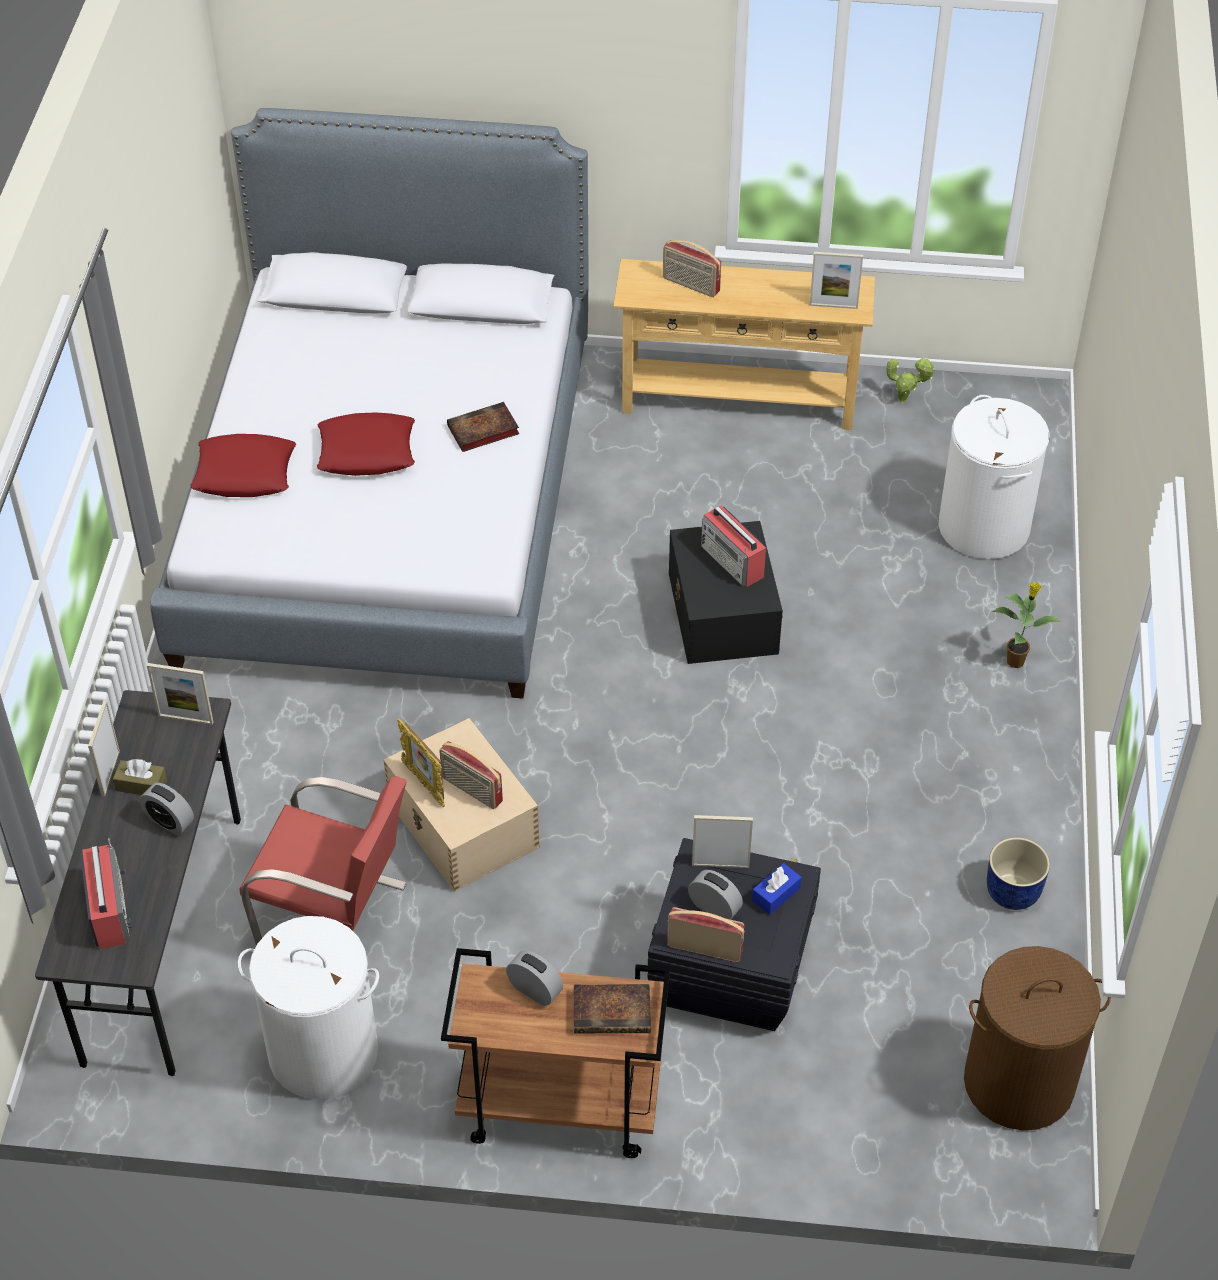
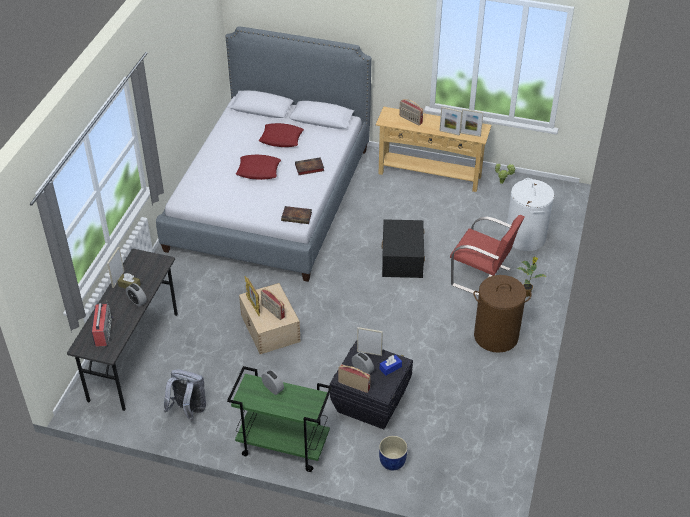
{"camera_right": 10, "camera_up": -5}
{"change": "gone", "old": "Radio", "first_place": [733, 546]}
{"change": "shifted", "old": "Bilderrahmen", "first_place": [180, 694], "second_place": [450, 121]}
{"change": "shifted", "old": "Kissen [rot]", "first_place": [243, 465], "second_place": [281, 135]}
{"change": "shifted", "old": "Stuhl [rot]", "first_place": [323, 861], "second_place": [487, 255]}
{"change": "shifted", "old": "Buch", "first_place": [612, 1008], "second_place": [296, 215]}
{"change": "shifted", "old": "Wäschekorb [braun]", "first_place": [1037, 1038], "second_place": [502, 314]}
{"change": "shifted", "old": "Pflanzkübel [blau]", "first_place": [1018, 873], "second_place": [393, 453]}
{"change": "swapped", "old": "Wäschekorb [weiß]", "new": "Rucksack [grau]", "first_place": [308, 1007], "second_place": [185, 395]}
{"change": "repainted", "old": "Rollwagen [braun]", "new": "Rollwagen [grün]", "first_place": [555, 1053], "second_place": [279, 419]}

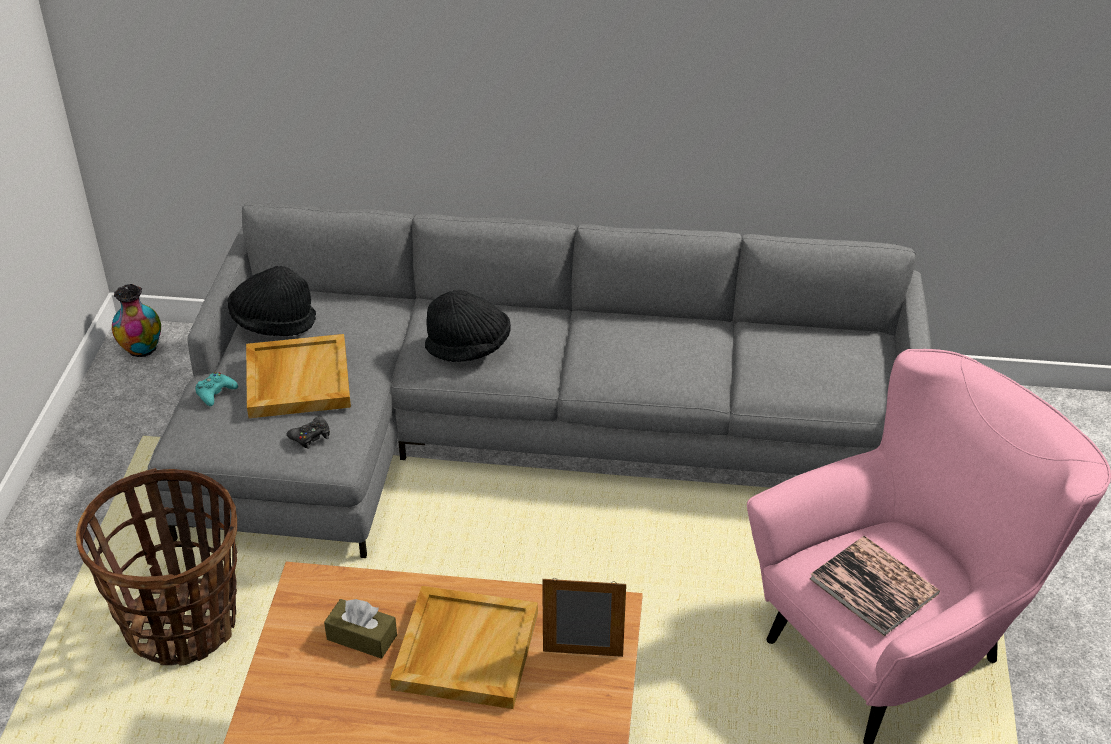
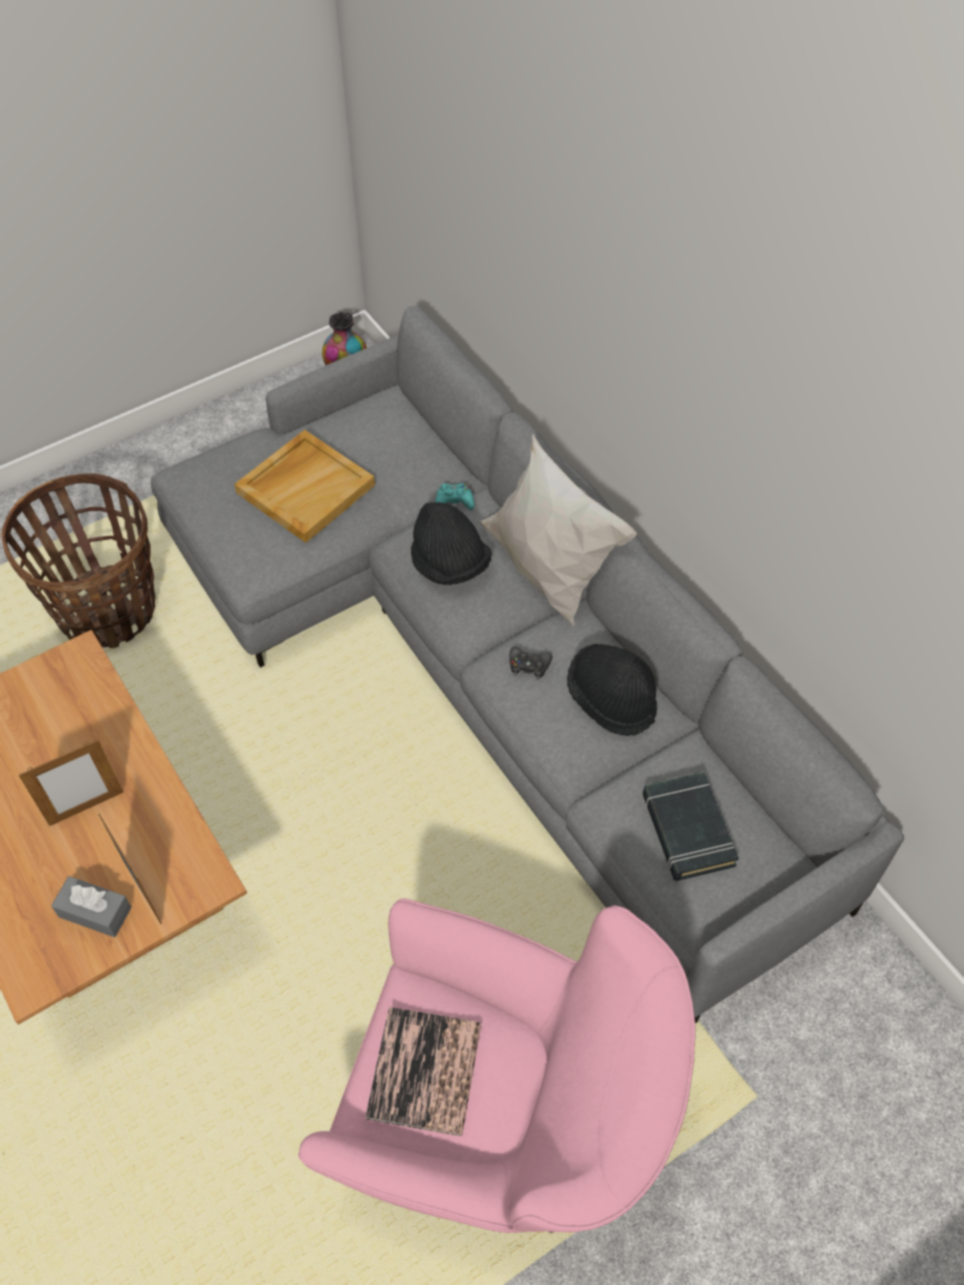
{"camera_right": 50, "camera_up": 15}
{"change": "gone", "old": "Taschentuchbox [braun]", "first_place": [360, 629]}
{"change": "new", "new": "Taschentuchbox [grau]", "second_place": [91, 906]}
{"change": "new", "new": "Kissen [weiß]", "second_place": [558, 530]}
{"change": "new", "new": "Buch [schwarz]", "second_place": [691, 826]}
{"change": "shifted", "old": "Gamepad [türkis]", "first_place": [216, 389], "second_place": [454, 496]}
{"change": "shifted", "old": "Hut [schwarz]", "first_place": [272, 301], "second_place": [612, 690]}
{"change": "shifted", "old": "Gamepad [schwarz]", "first_place": [308, 432], "second_place": [530, 663]}
{"change": "swapped", "old": "Tablett [beige]", "new": "Bilderrahmen", "first_place": [464, 647], "second_place": [71, 783]}

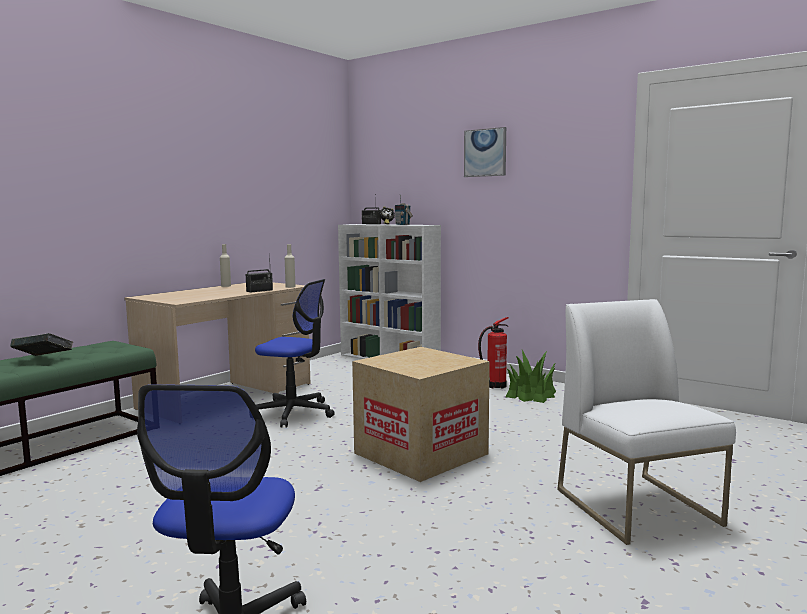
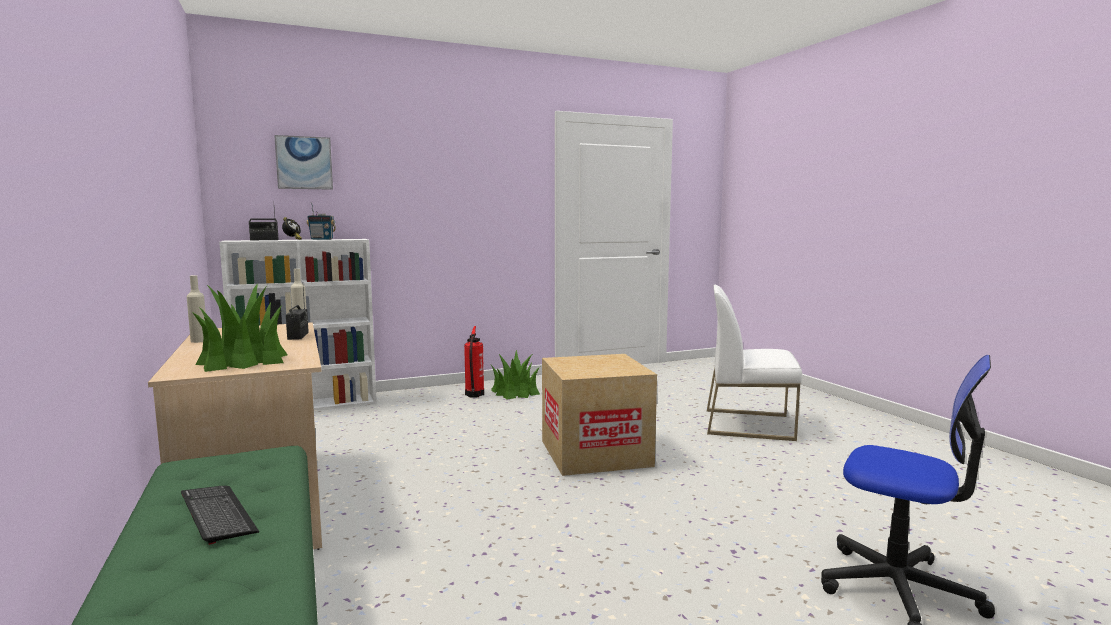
{"camera_right": -60, "camera_up": 0}
{"change": "gone", "old": "Bürostuhl", "first_place": [295, 353]}
{"change": "new", "new": "Topfpflanze", "second_place": [239, 327]}
{"change": "shifted", "old": "Bild", "first_place": [485, 152], "second_place": [303, 162]}
{"change": "swapped", "old": "Buch", "new": "Tastatur", "first_place": [41, 344], "second_place": [220, 515]}

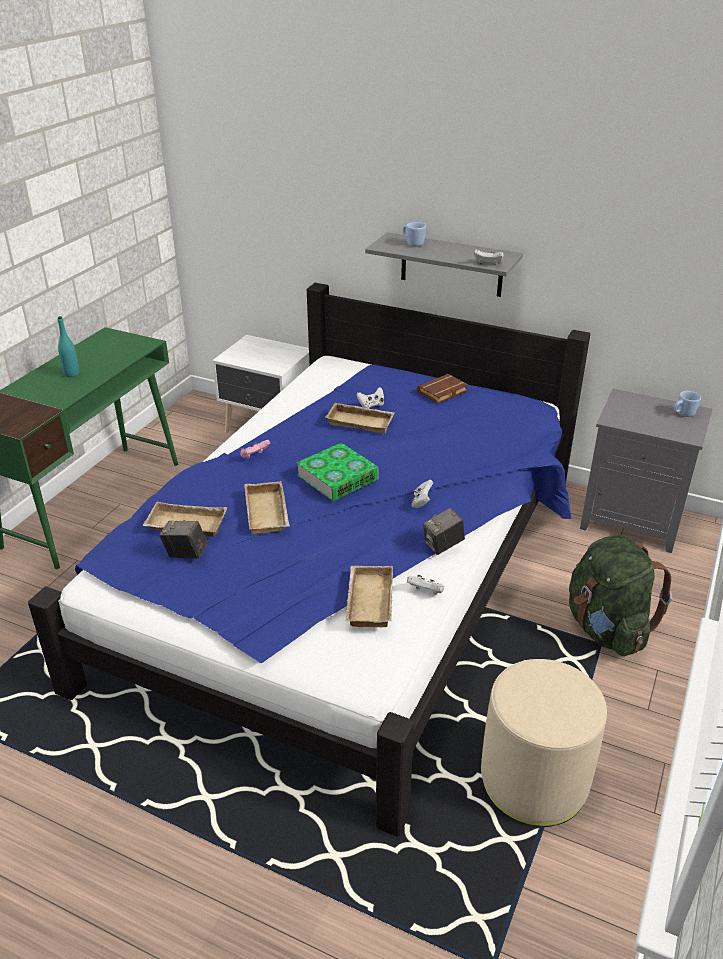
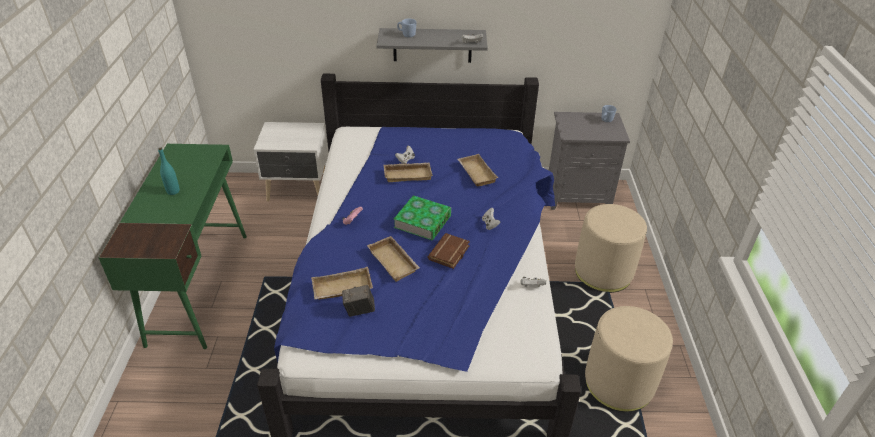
{"camera_right": -25, "camera_up": 5}
{"change": "gone", "old": "Kamera", "first_place": [444, 531]}
{"change": "shifted", "old": "Tablett [beige]", "first_place": [369, 596], "second_place": [478, 170]}
{"change": "shifted", "old": "Buch [braun]", "first_place": [442, 389], "second_place": [449, 251]}
{"change": "swapped", "old": "Rucksack [grün]", "new": "Polsterhocker [beige]", "first_place": [620, 595], "second_place": [611, 248]}

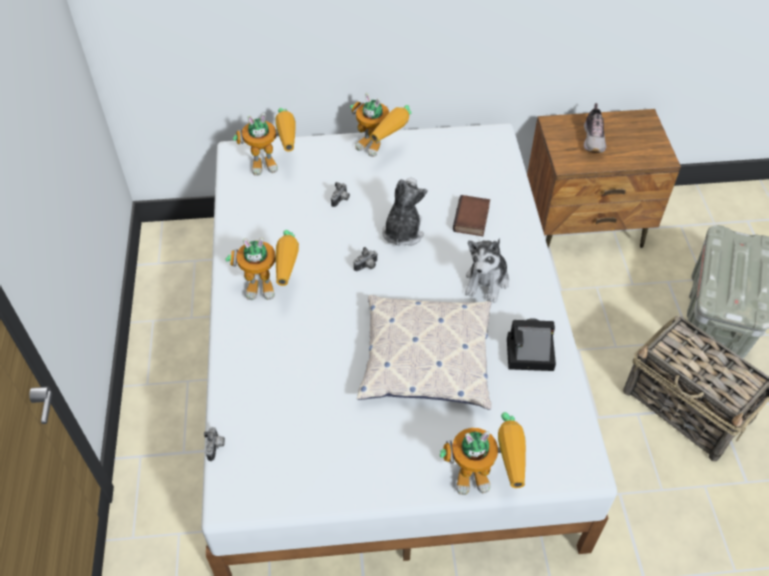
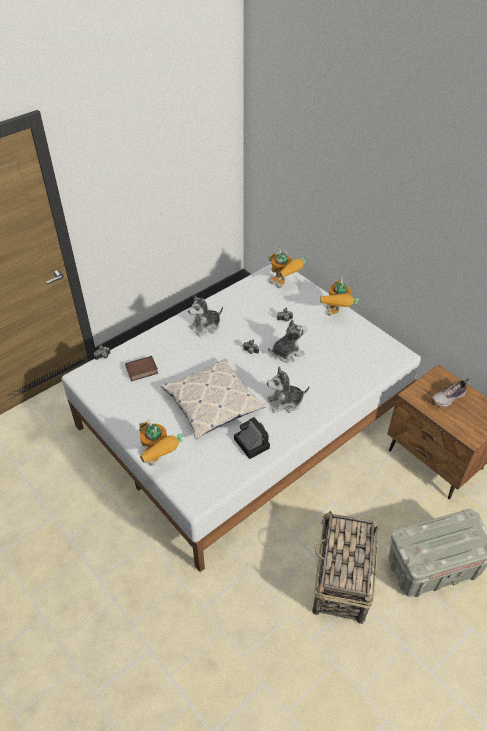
{"camera_right": 55, "camera_up": -5}
{"change": "shifted", "old": "Buch", "first_place": [471, 215], "second_place": [141, 368]}
{"change": "swapped", "old": "Spielzeugroboter", "new": "Plüschtier", "first_place": [262, 265], "second_place": [205, 316]}

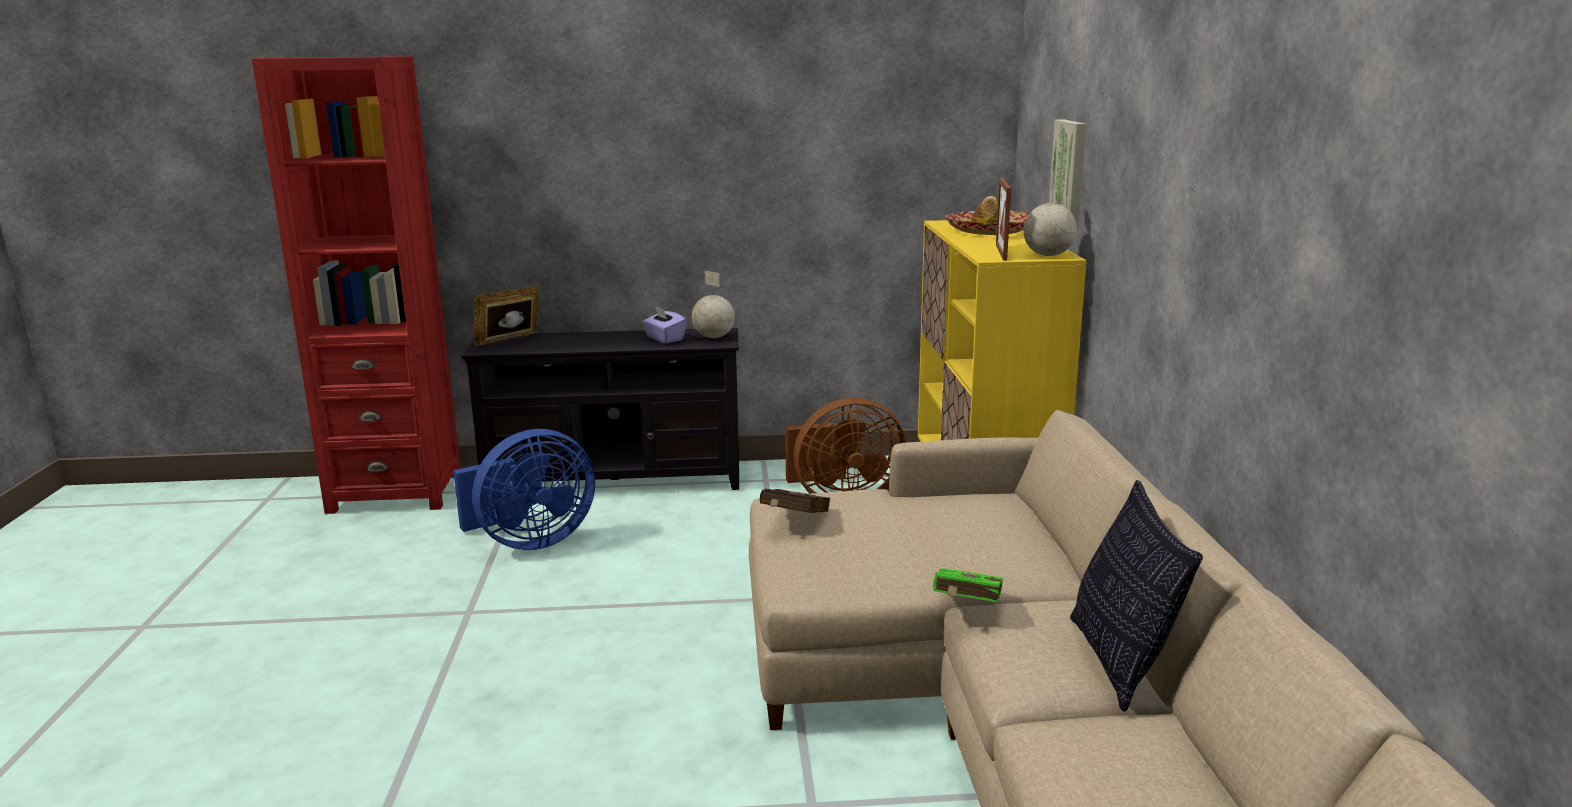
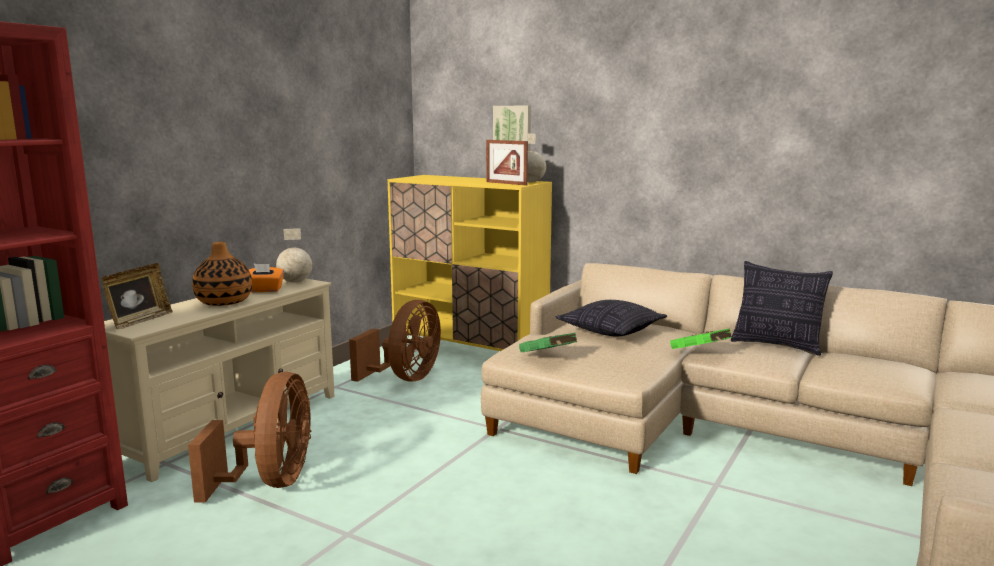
{"camera_right": -55, "camera_up": -5}
{"change": "gone", "old": "Hut", "first_place": [987, 215]}
{"change": "new", "new": "Vase", "second_place": [222, 274]}
{"change": "new", "new": "Kissen", "second_place": [611, 318]}
{"change": "repainted", "old": "Ventilator [blau]", "new": "Ventilator [braun]", "first_place": [524, 489], "second_place": [250, 437]}
{"change": "repainted", "old": "Fernsehschrank [schwarz]", "new": "Fernsehschrank [beige]", "first_place": [600, 409], "second_place": [219, 380]}
{"change": "repainted", "old": "Taschentuchbox [lila]", "new": "Taschentuchbox [orange]", "first_place": [664, 325], "second_place": [266, 278]}
{"change": "repainted", "old": "Buch [rot]", "new": "Buch [grün]", "first_place": [795, 501], "second_place": [548, 342]}
{"change": "rotated", "old": "Bilderrahmen", "first_place": [505, 315], "second_place": [137, 296], "degrees": -150}

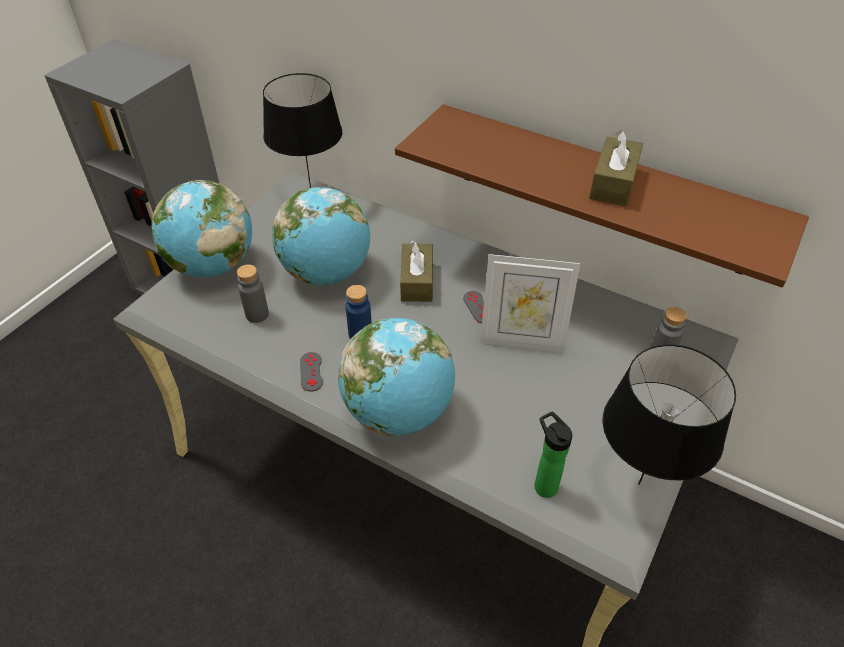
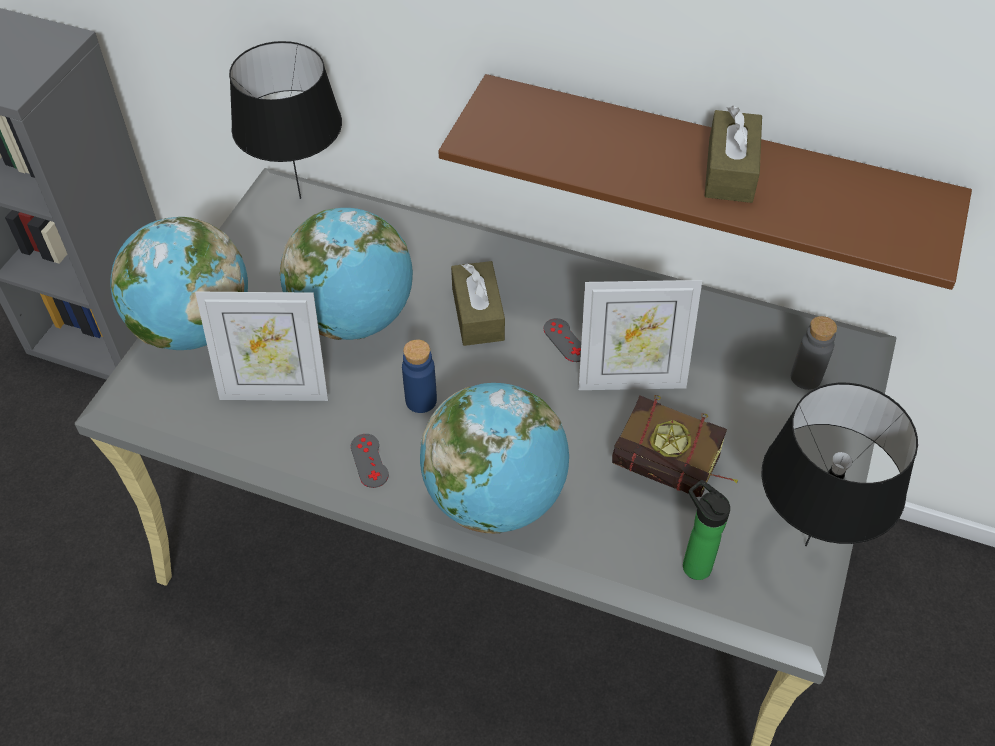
{"camera_right": -10, "camera_up": 5}
{"change": "new", "new": "Buch", "second_place": [675, 446]}
{"change": "swapped", "old": "Flasche [grau]", "new": "Bilderrahmen", "first_place": [253, 293], "second_place": [261, 346]}

